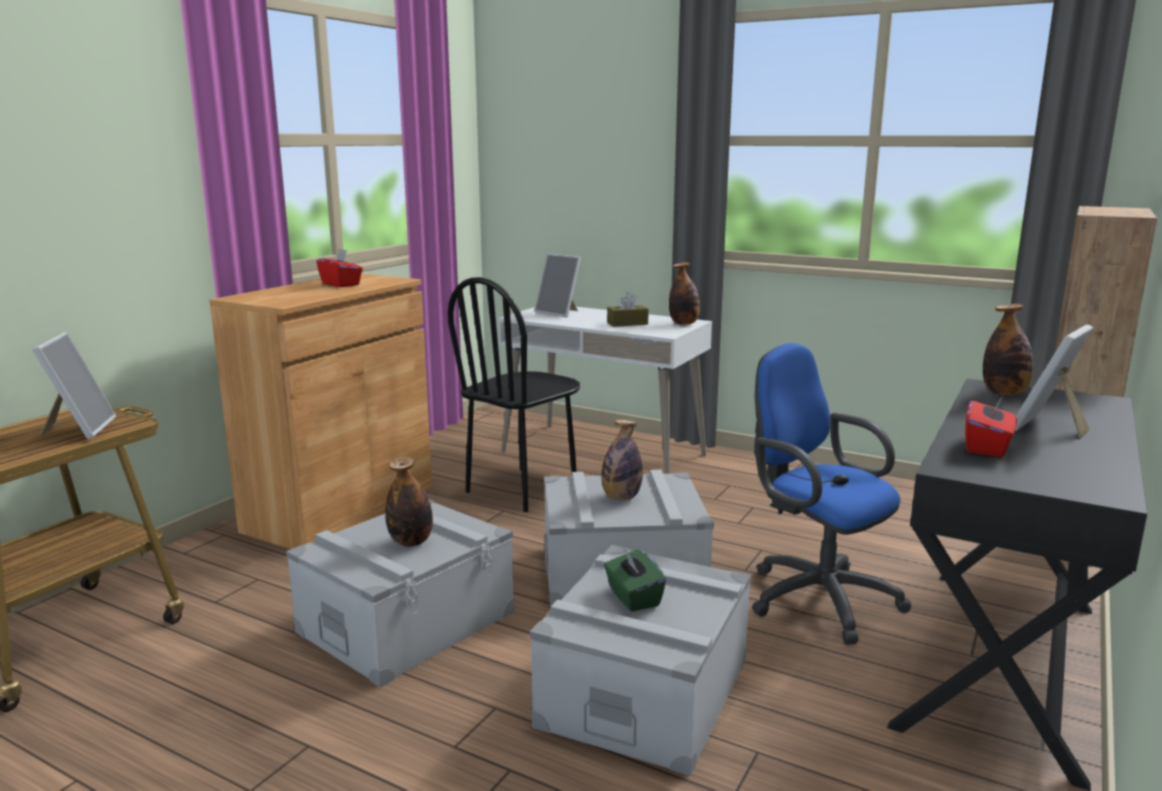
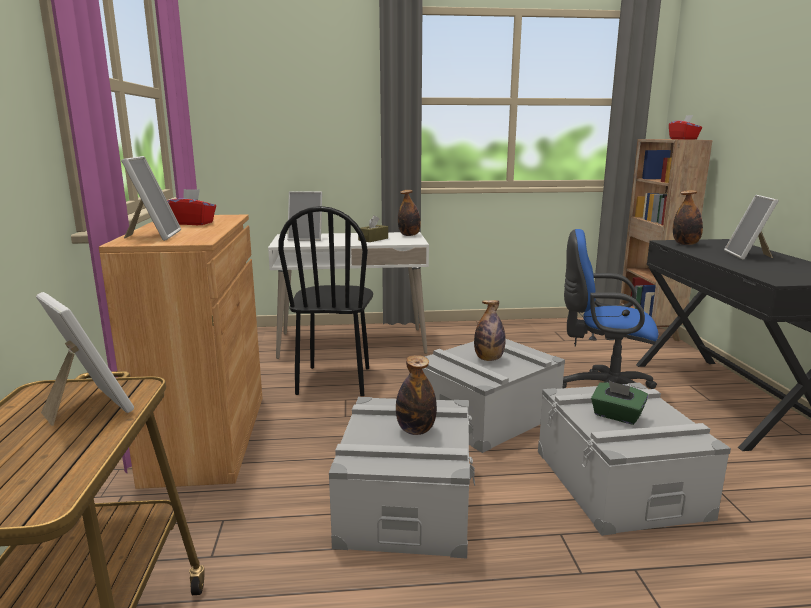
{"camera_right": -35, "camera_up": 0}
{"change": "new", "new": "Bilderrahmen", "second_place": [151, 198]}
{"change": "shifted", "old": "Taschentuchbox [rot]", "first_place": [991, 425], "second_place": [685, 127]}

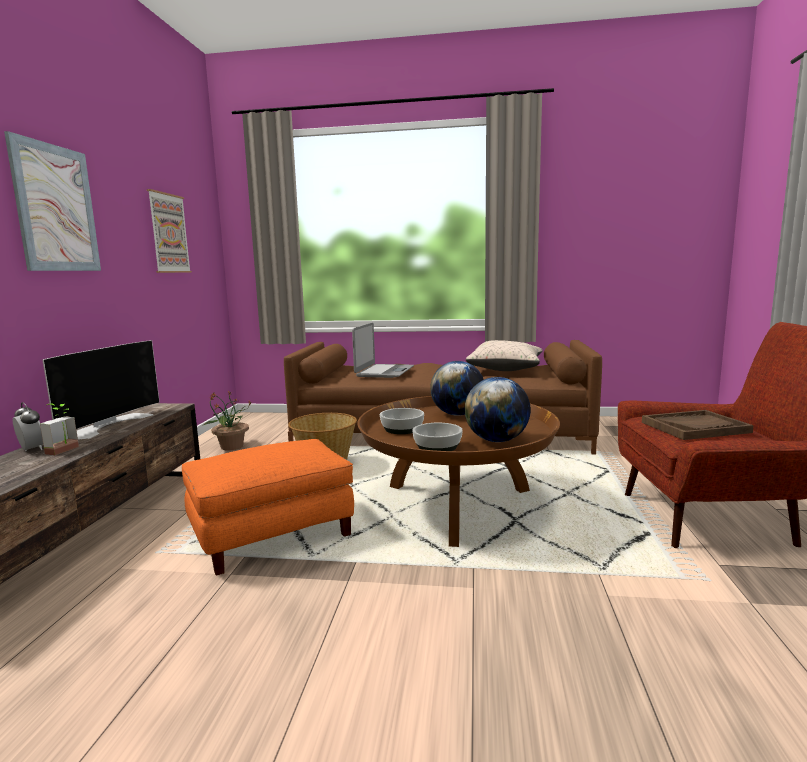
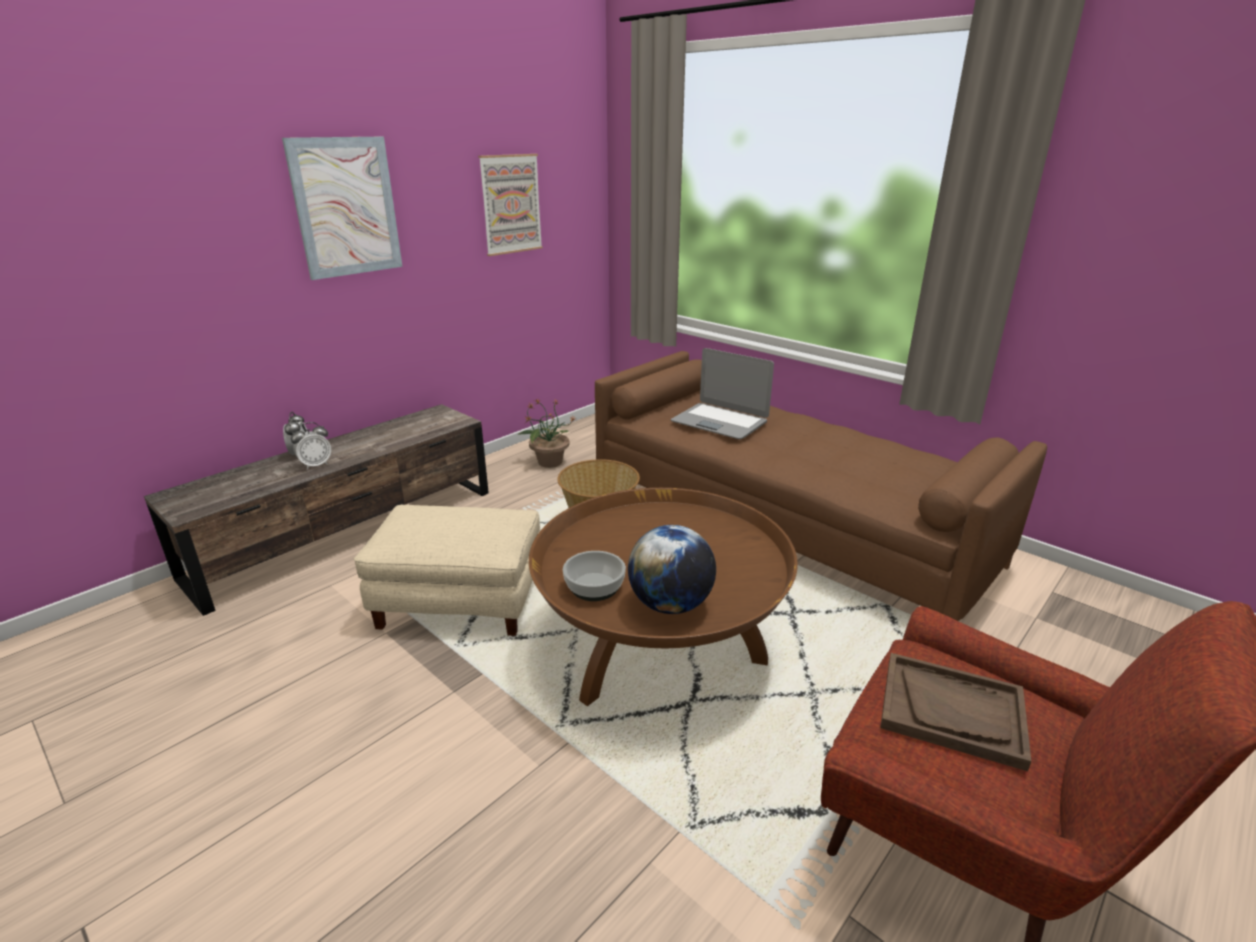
{"camera_right": 35, "camera_up": 15}
{"change": "gone", "old": "Fernseher", "first_place": [101, 389]}
{"change": "gone", "old": "Schüssel", "first_place": [402, 421]}
{"change": "gone", "old": "Globus", "first_place": [457, 388]}
{"change": "gone", "old": "Kissen [beige]", "first_place": [504, 355]}
{"change": "swapped", "old": "Topfpflanze", "new": "Wecker", "first_place": [59, 429], "second_place": [311, 446]}
{"change": "repainted", "old": "Polsterhocker [orange]", "new": "Polsterhocker [beige]", "first_place": [268, 507], "second_place": [447, 570]}
{"change": "rotated", "old": "Laptop", "first_place": [383, 350], "second_place": [722, 393], "degrees": 75}

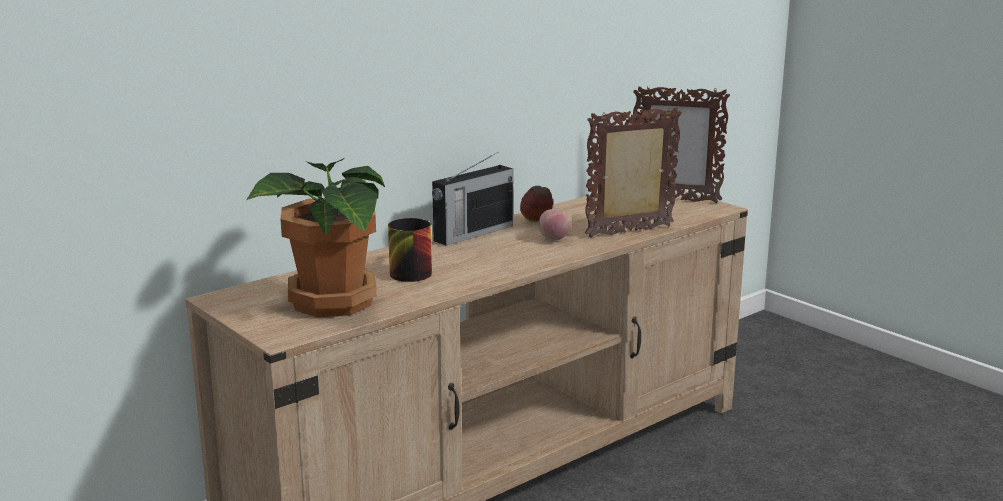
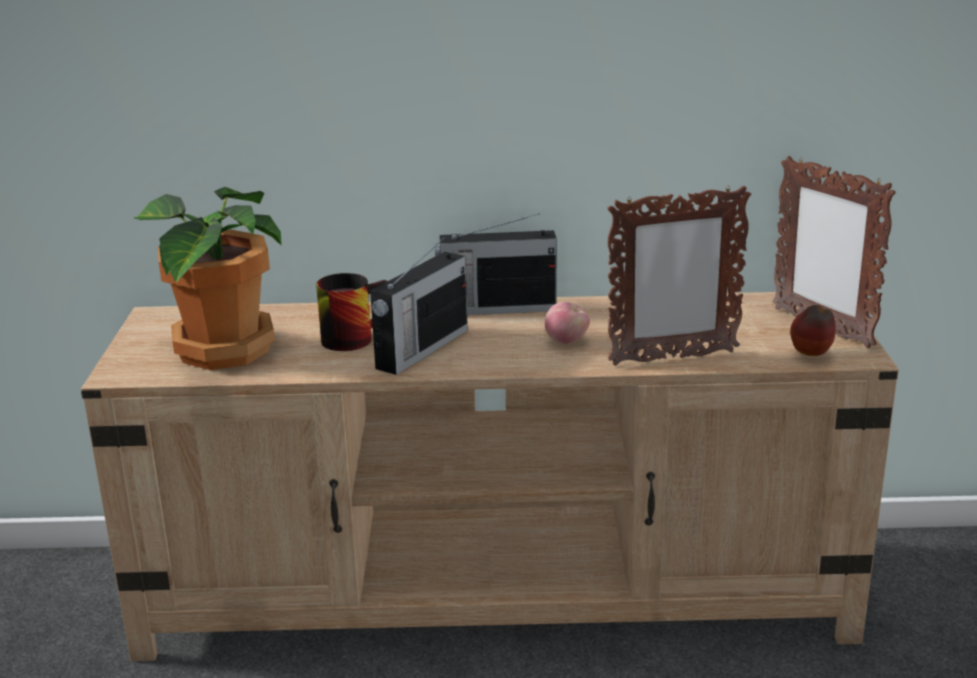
{"camera_right": 40, "camera_up": 5}
{"change": "new", "new": "Radio", "second_place": [419, 305]}
{"change": "shifted", "old": "Apfel", "first_place": [536, 204], "second_place": [813, 330]}
{"change": "rotated", "old": "Bilderrahmen", "first_place": [633, 172], "second_place": [679, 276], "degrees": 150}

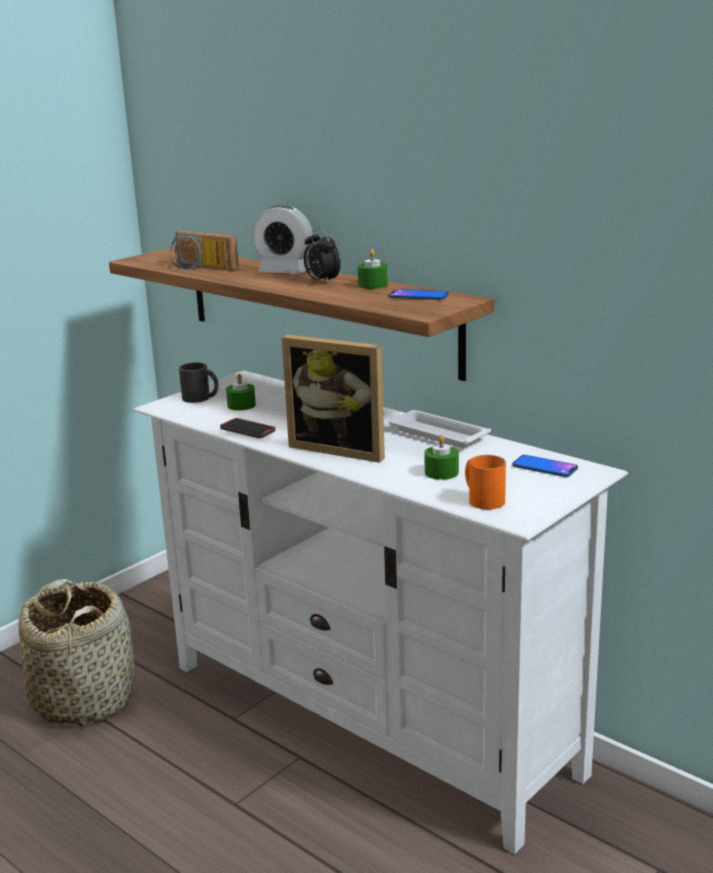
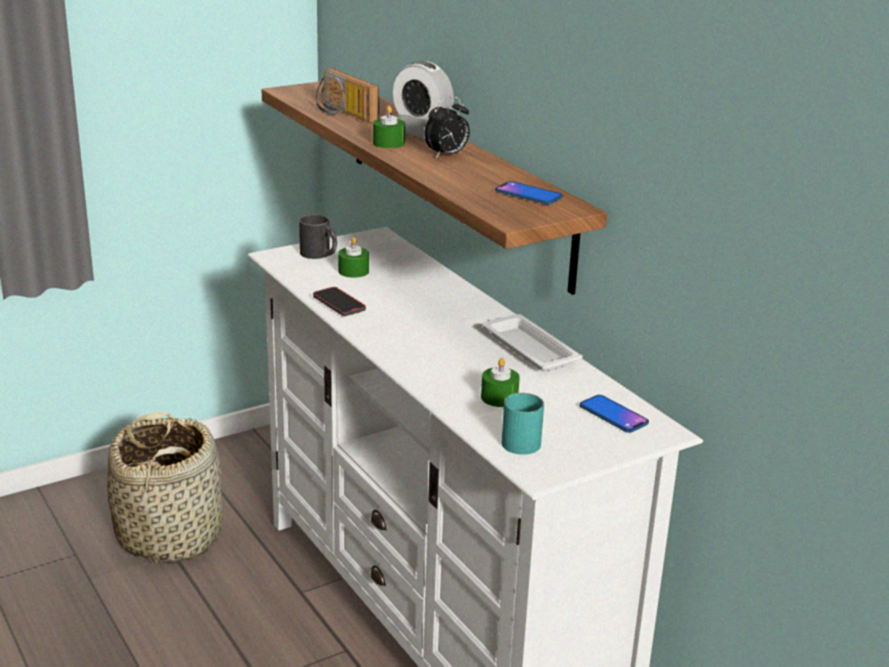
{"camera_right": 15, "camera_up": 5}
{"change": "gone", "old": "Bilderrahmen", "first_place": [333, 399]}
{"change": "shifted", "old": "Kerze [grün]", "first_place": [372, 269], "second_place": [389, 126]}
{"change": "repainted", "old": "Henkelbecher [orange]", "new": "Henkelbecher [türkis]", "first_place": [485, 482], "second_place": [523, 424]}
{"change": "rotated", "old": "Wecker", "first_place": [322, 255], "second_place": [447, 127], "degrees": -105}

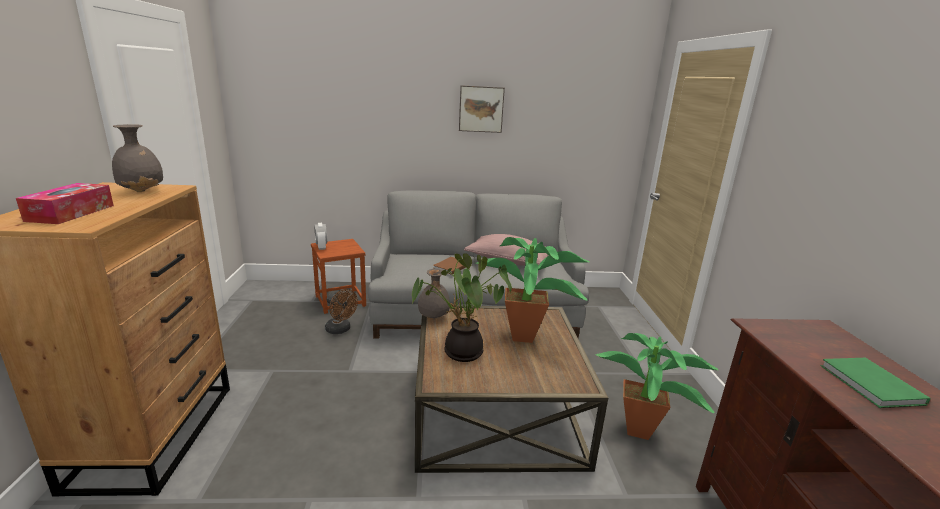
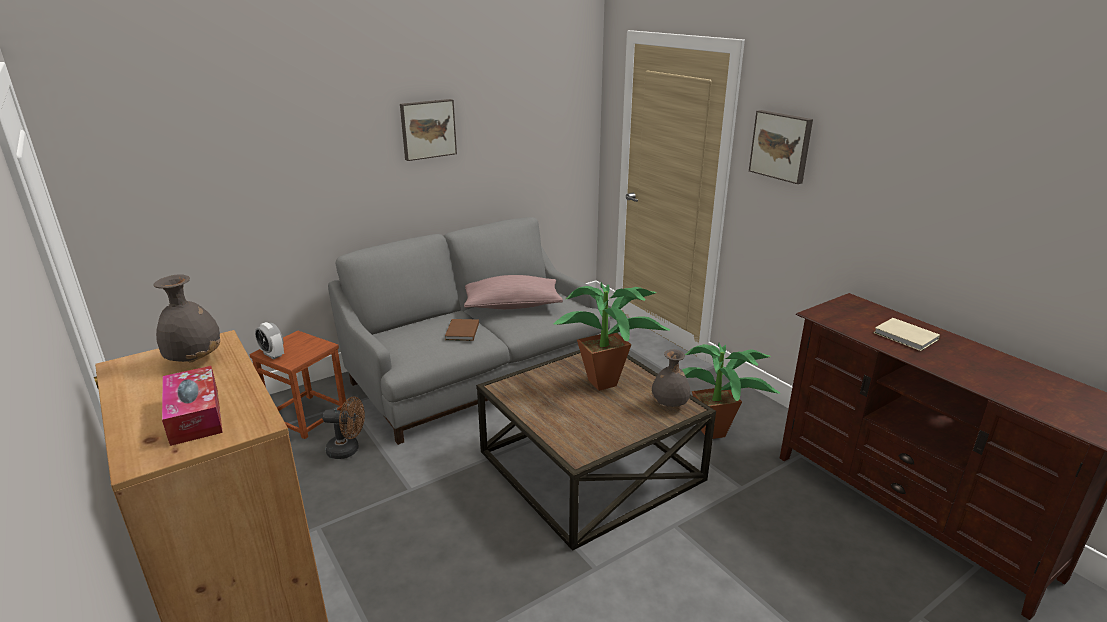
{"camera_right": -30, "camera_up": 5}
{"change": "gone", "old": "Topfpflanze", "first_place": [462, 307]}
{"change": "new", "new": "Bild", "second_place": [781, 147]}
{"change": "shifted", "old": "Vase [grau]", "first_place": [434, 293], "second_place": [670, 378]}
{"change": "repainted", "old": "Buch [grün]", "new": "Buch [beige]", "first_place": [876, 383], "second_place": [907, 334]}

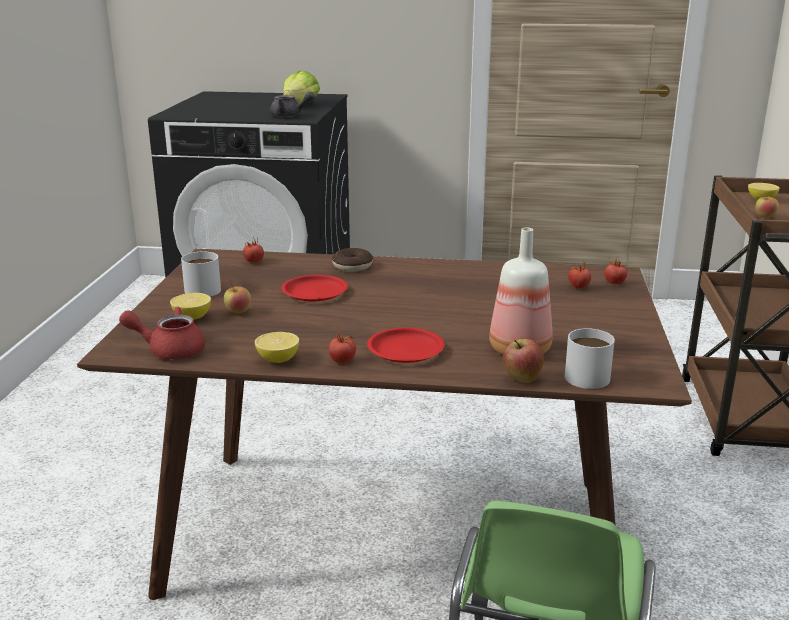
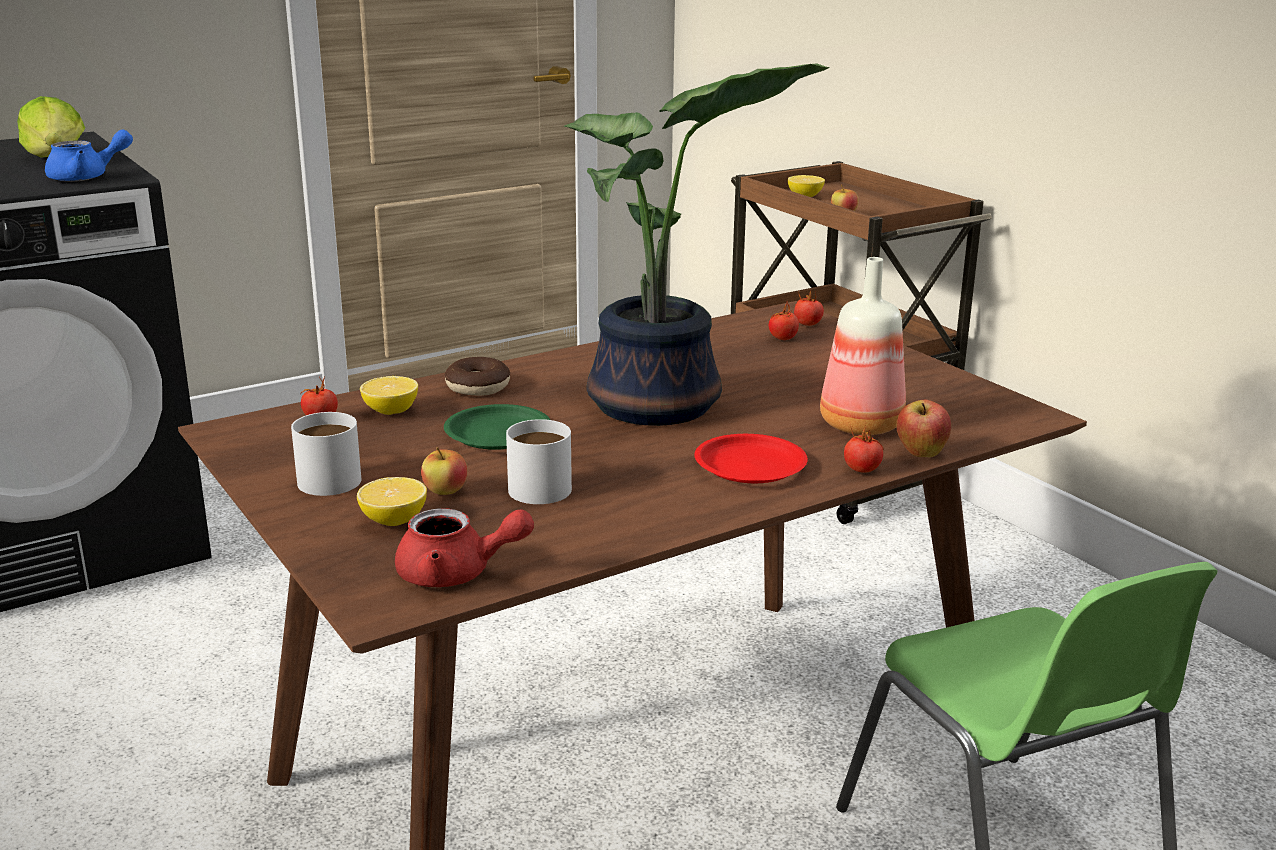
{"camera_right": -40, "camera_up": 0}
{"change": "new", "new": "Topfpflanze", "second_place": [697, 244]}
{"change": "shifted", "old": "Zitrone", "first_place": [277, 347], "second_place": [389, 395]}
{"change": "shifted", "old": "Tomate", "first_place": [342, 347], "second_place": [863, 449]}
{"change": "shifted", "old": "Henkelbecher [weiß]", "first_place": [590, 358], "second_place": [539, 461]}
{"change": "repainted", "old": "Teekanne [grau]", "new": "Teekanne [blau]", "first_place": [292, 104], "second_place": [89, 156]}
{"change": "repainted", "old": "Teller [rot]", "new": "Teller [grün]", "first_place": [314, 288], "second_place": [497, 427]}
{"change": "rotated", "old": "Teekanne [rot]", "first_place": [162, 333], "second_place": [464, 547], "degrees": -135}

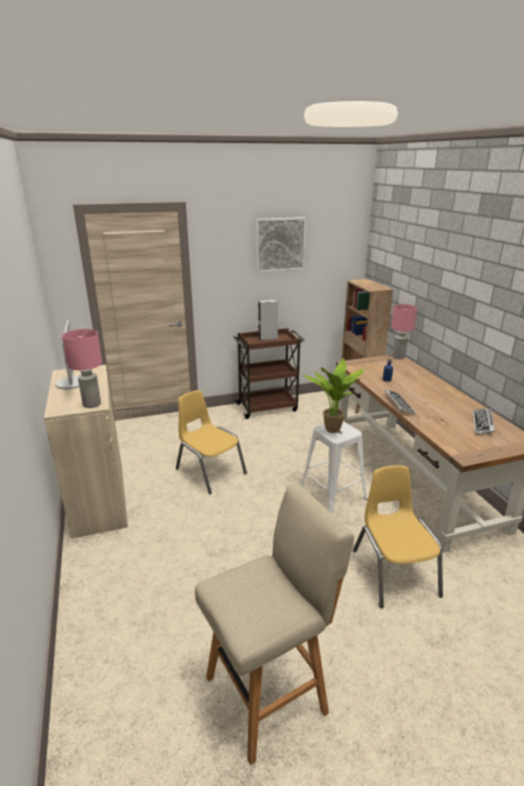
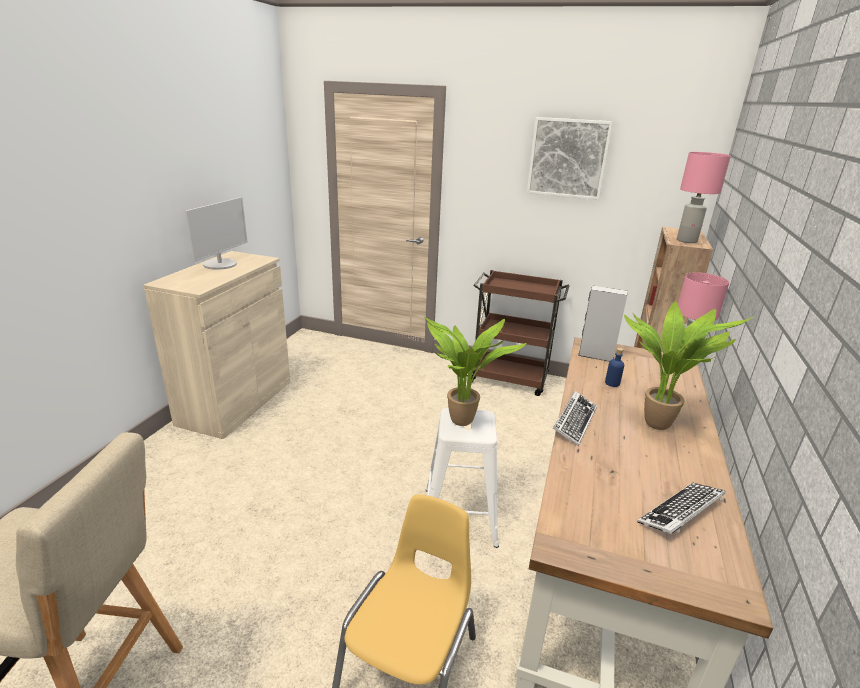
{"camera_right": 35, "camera_up": 0}
{"change": "gone", "old": "Stuhl [gelb]", "first_place": [211, 442]}
{"change": "new", "new": "Topfpflanze", "second_place": [689, 365]}
{"change": "shifted", "old": "Tischlampe [rosa]", "first_place": [82, 368], "second_place": [704, 197]}
{"change": "shifted", "old": "Lautsprecher [grau]", "first_place": [268, 320], "second_place": [603, 324]}

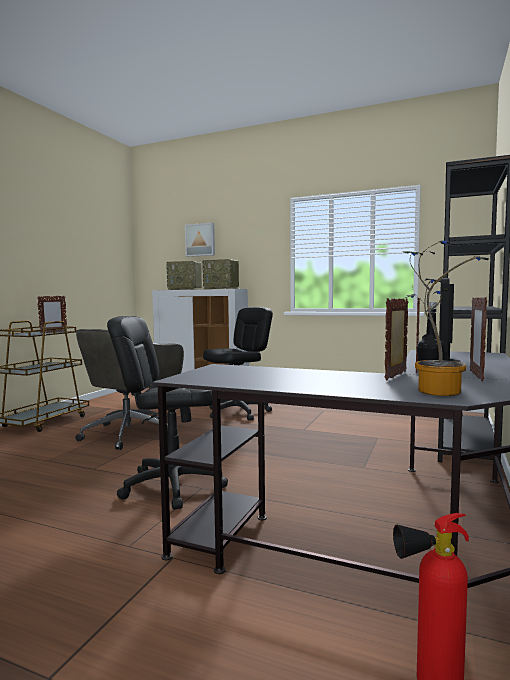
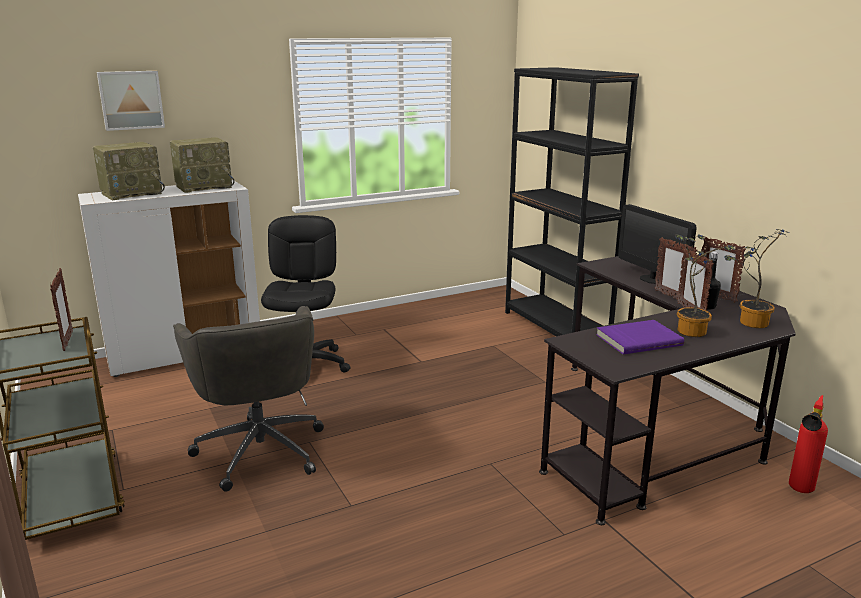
{"camera_right": -50, "camera_up": 15}
{"change": "gone", "old": "Bürostuhl [schwarz]", "first_place": [167, 412]}
{"change": "new", "new": "Buch [lila]", "second_place": [640, 337]}
{"change": "new", "new": "Topfpflanze", "second_place": [705, 286]}

